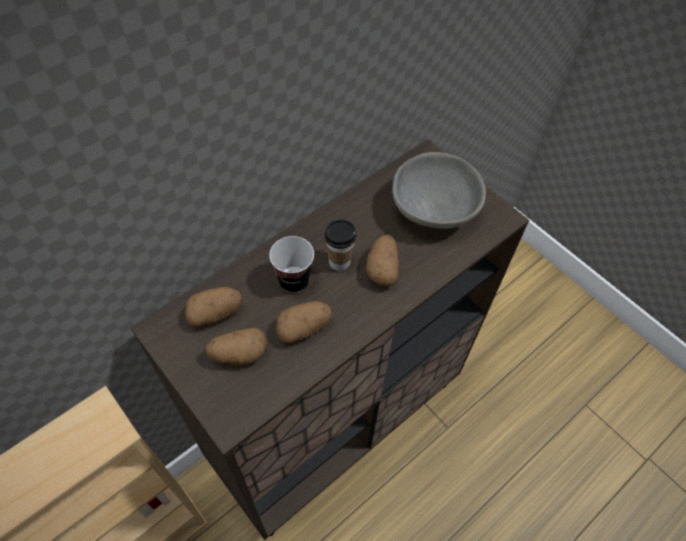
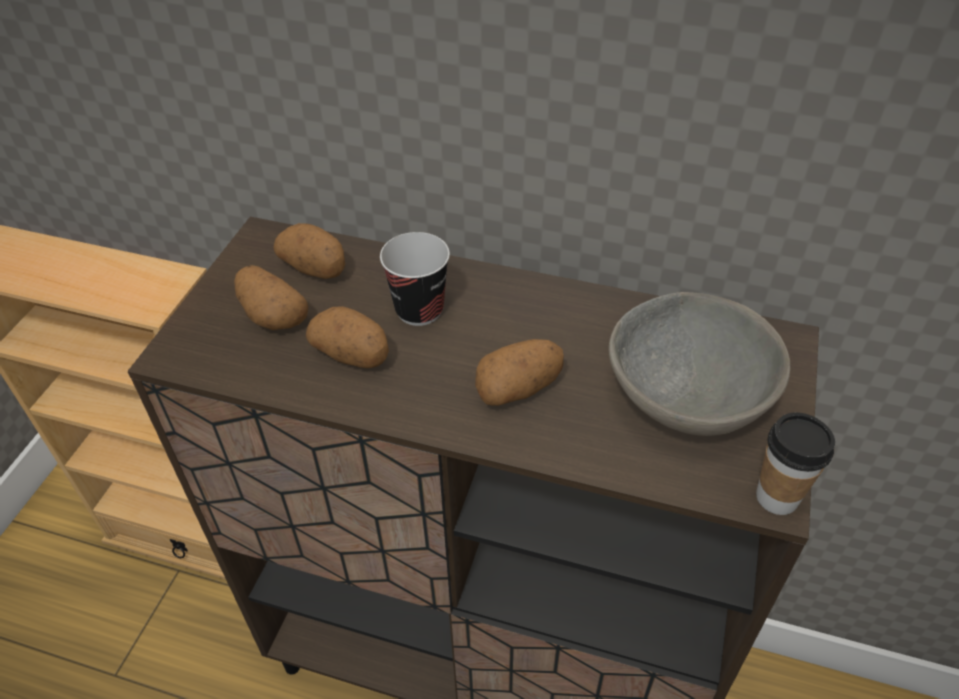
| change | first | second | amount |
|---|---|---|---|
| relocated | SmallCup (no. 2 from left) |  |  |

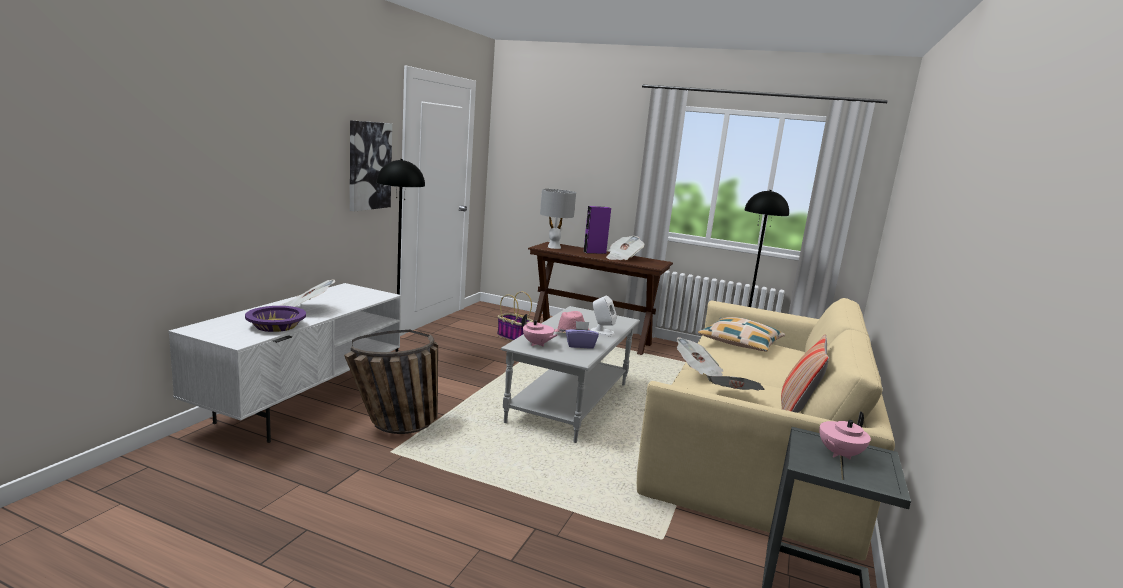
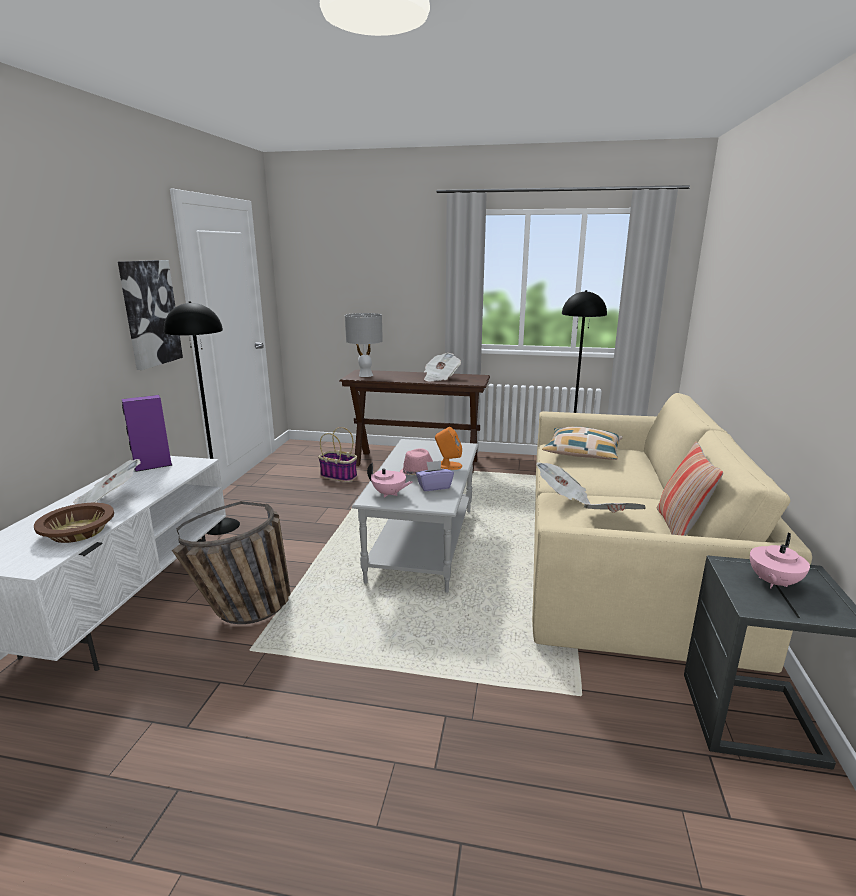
| change | first | second | amount |
|---|---|---|---|
| colour | PurpleColouredBowl | BrownishBowl |  |
| relocated | PurpleColouredAudioSpeaker |  |  |
| colour | WhiteColouredAudioSpeaker | OrangeAudioSpeaker |  |

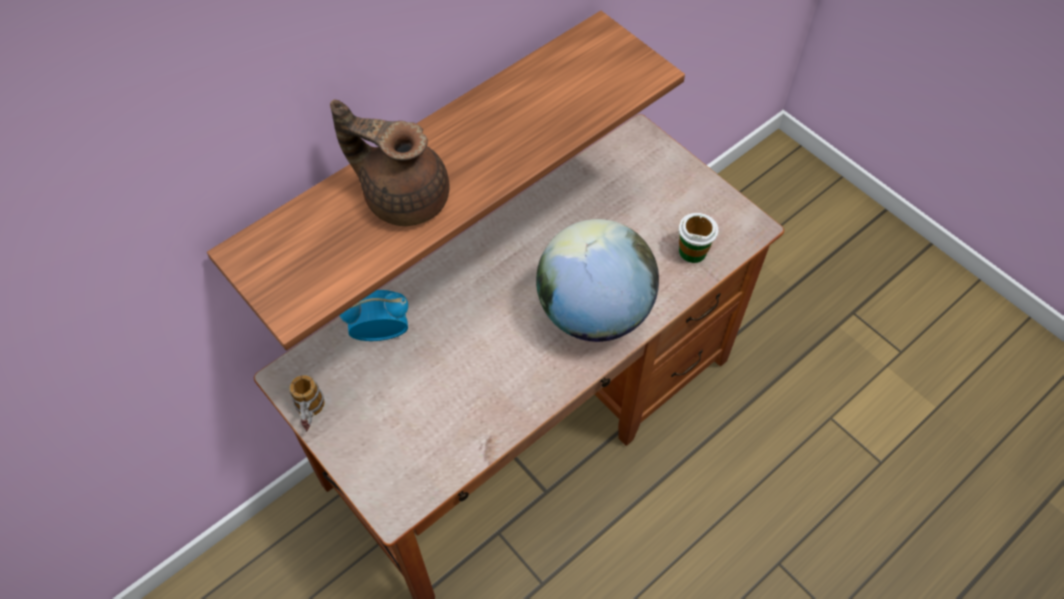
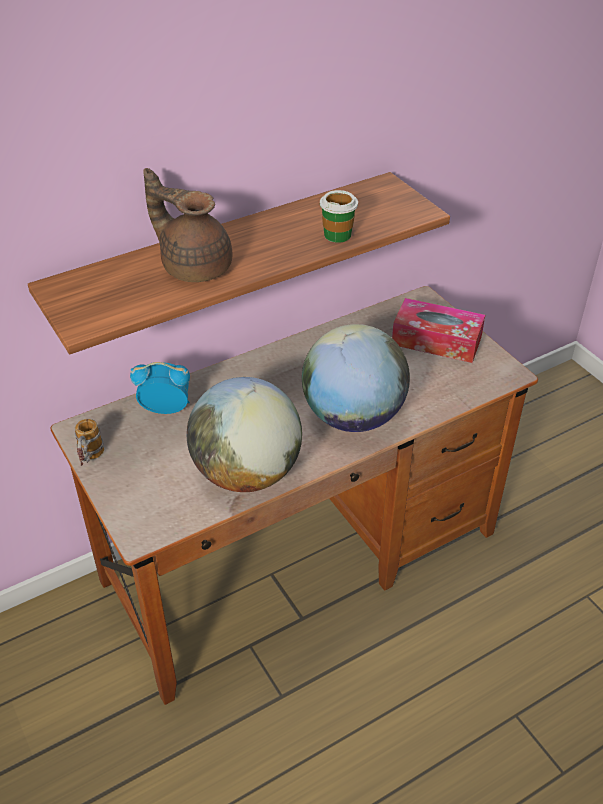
| change | first | second | amount |
|---|---|---|---|
| relocated | SmallCup |  |  |
| appeared |  | Globe (no. 1 from left) |  |
| appeared |  | BoxOfTissues |  |

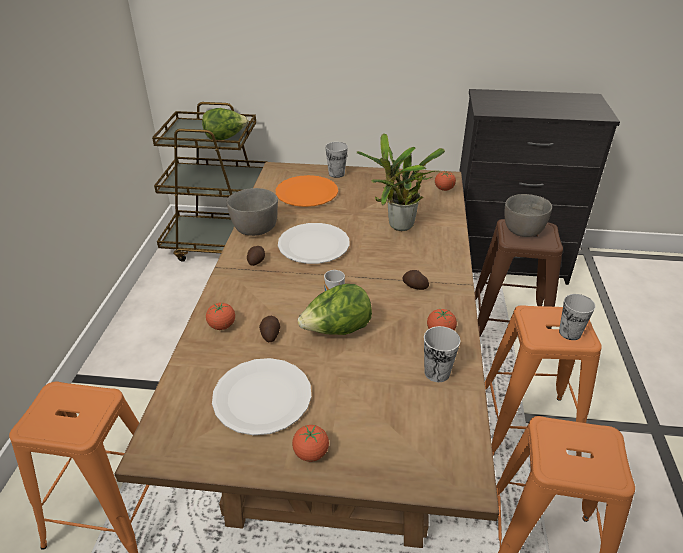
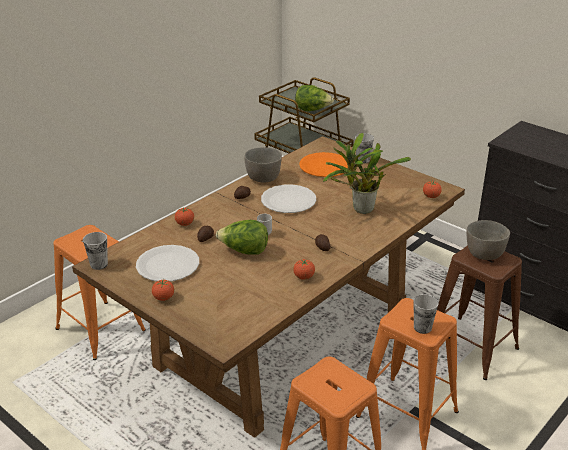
| change | first | second | amount |
|---|---|---|---|
| relocated | SmallCup (no. 2 from left in the first image) | SmallCup (no. 1 from left) |  |

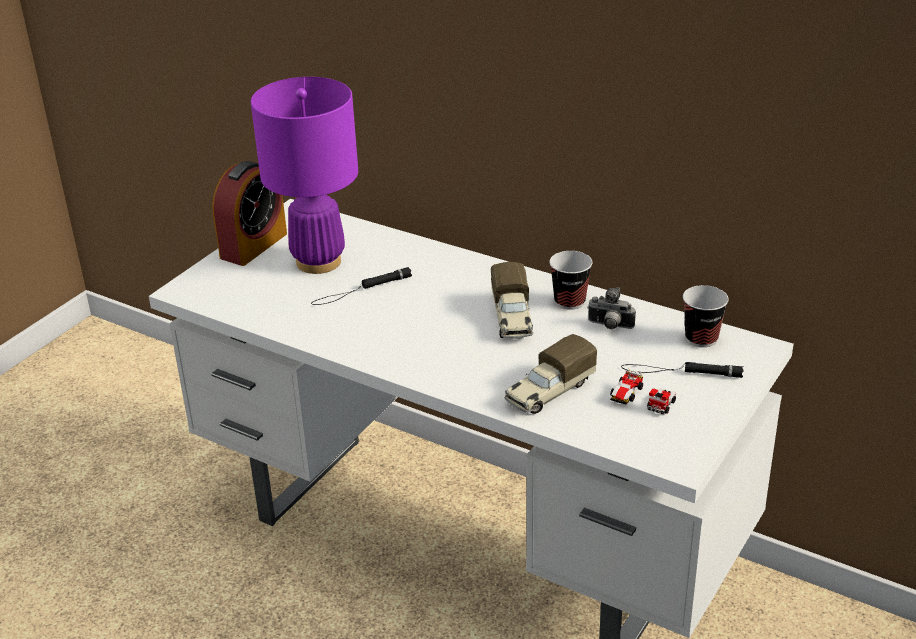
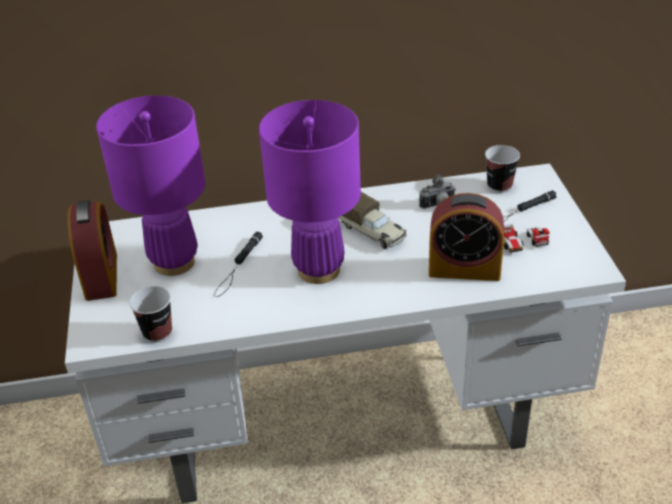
| change | first | second | amount |
|---|---|---|---|
| exchanged | ToyTruck (no. 2 from left) | TableClock (no. 2 from left) |  |
| relocated | SmallCup (no. 1 from left) |  |  |
| appeared |  | PurpleColouredLampForATable (no. 2 from left) |  |

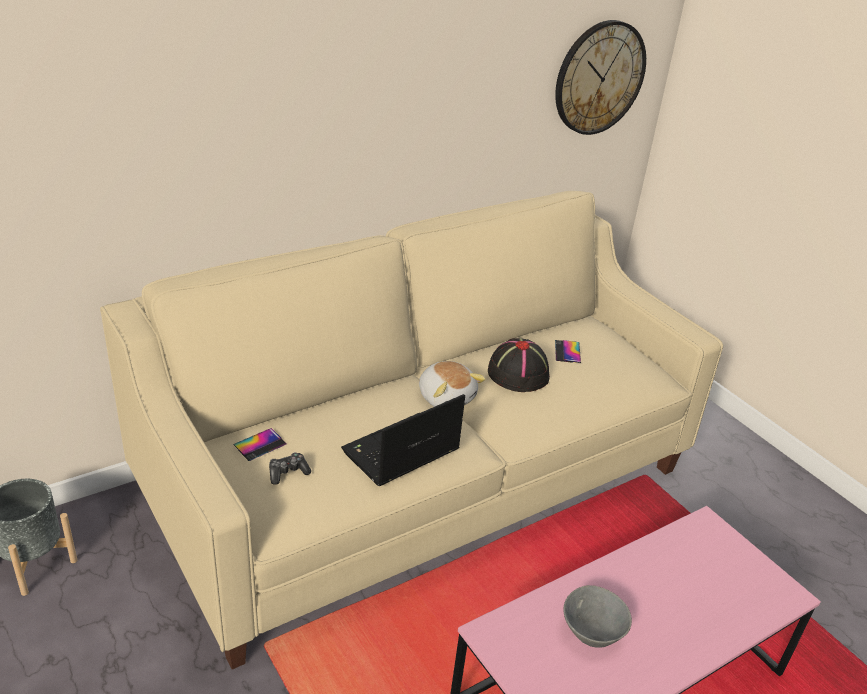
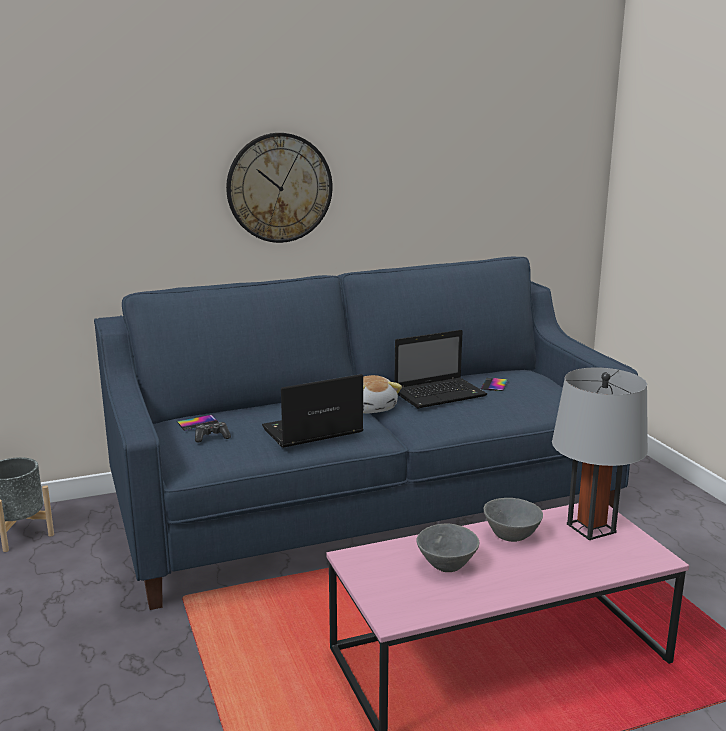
| change | first | second | amount |
|---|---|---|---|
| colour | BeigeSettee | BluishSettee |  |
| exchanged | BlackHat | PortableComputer (no. 2 from left) |  |
| relocated | ClockOnTheWall |  |  |
| appeared |  | GrayBowl (no. 2 from left) |  |
| appeared |  | GrayLampForATable |  |

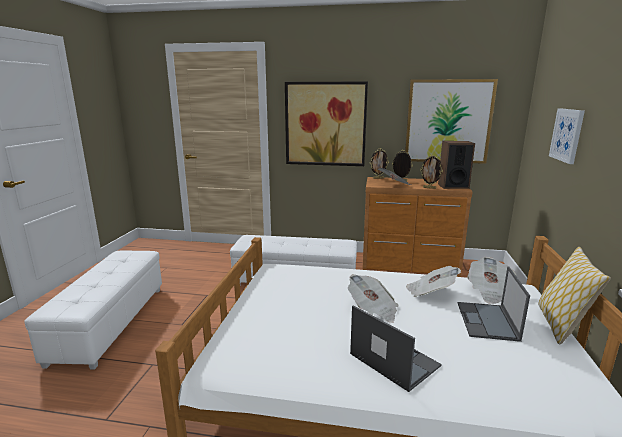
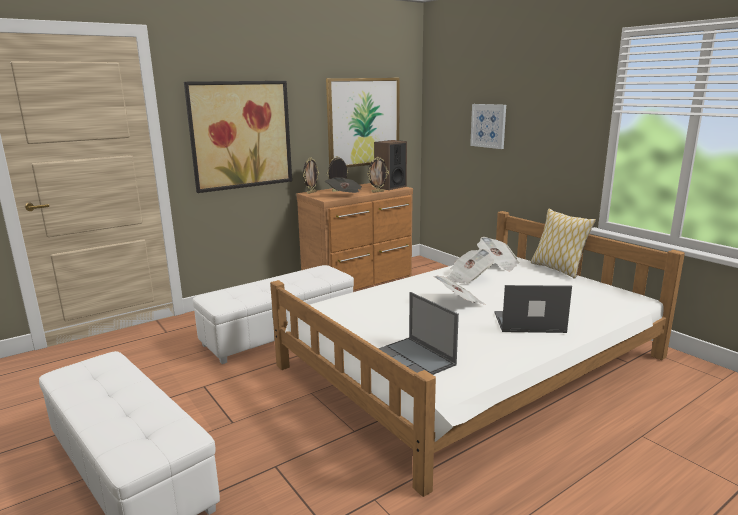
| change | first | second | amount |
|---|---|---|---|
| relocated | PortableComputer (no. 2 from left in the first image) | PortableComputer (no. 1 from left) |  |

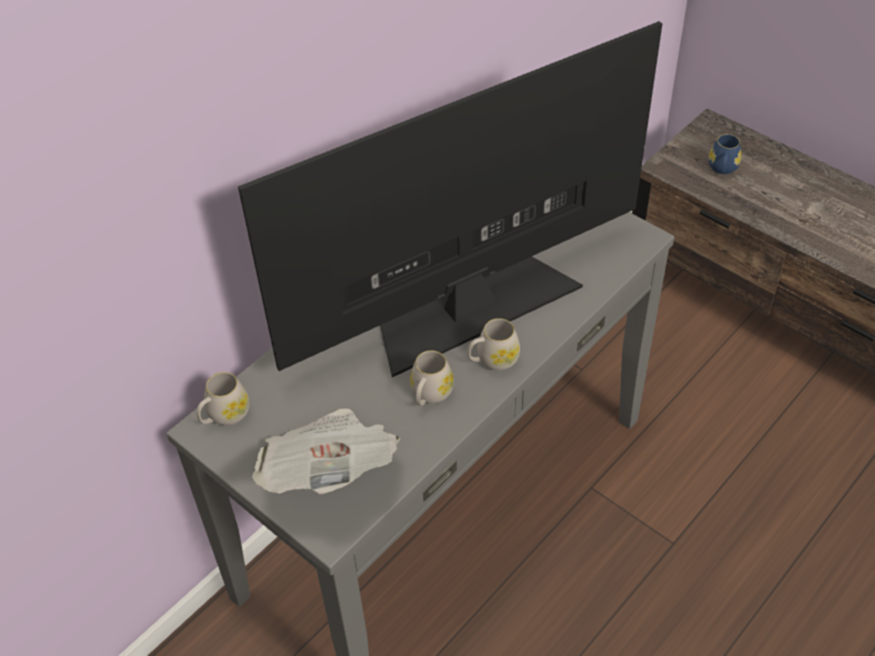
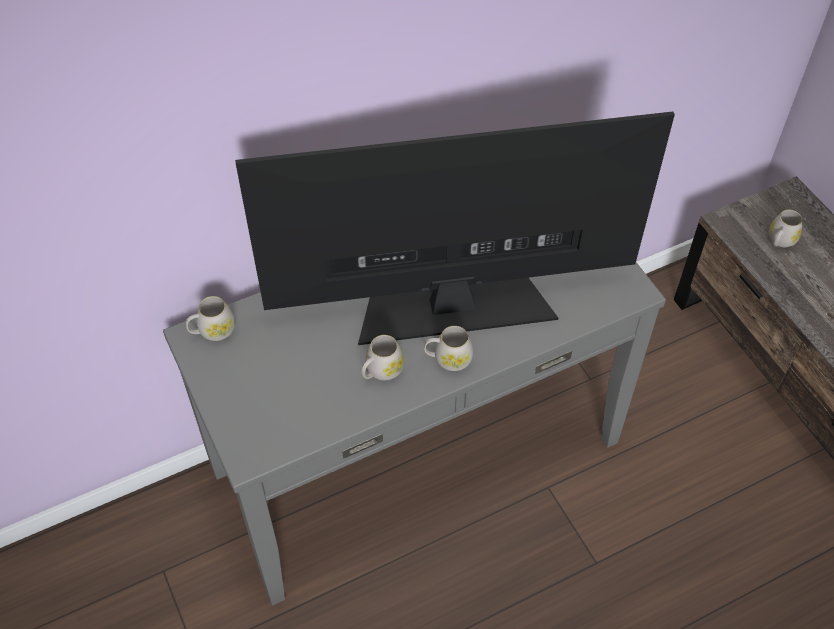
| change | first | second | amount |
|---|---|---|---|
| missing | PrintedPaper |  |  |
| colour | BluishCoffeeMug | WhiteColouredCoffeeMug (no. 4 from left) |  |

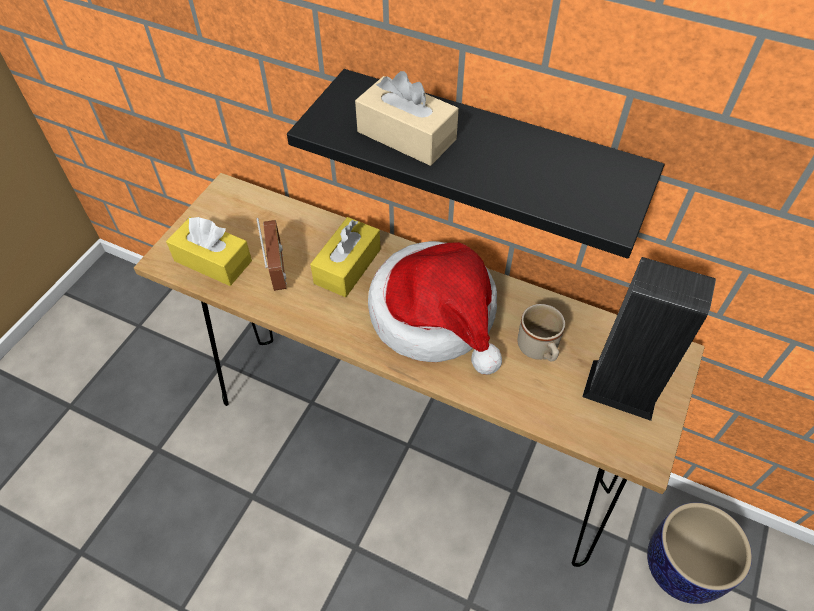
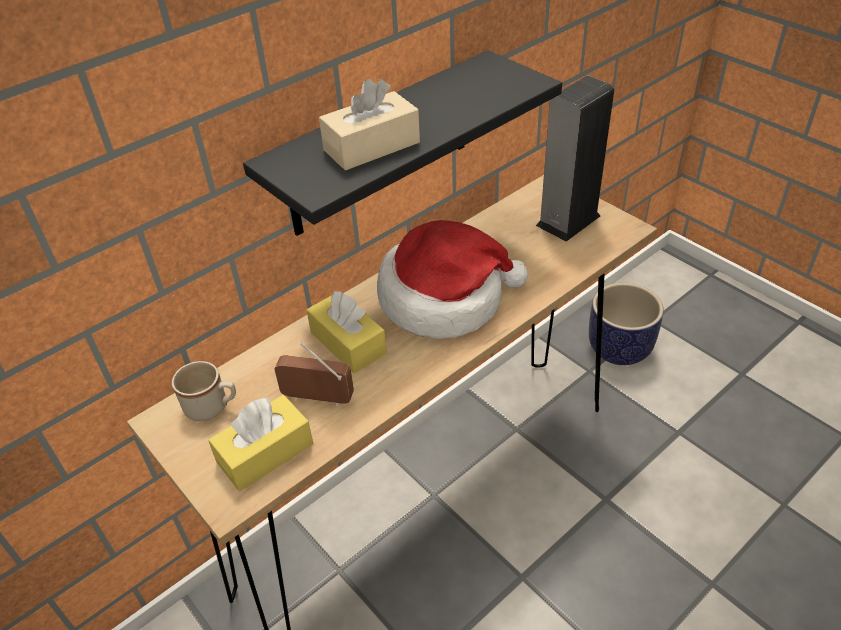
| change | first | second | amount |
|---|---|---|---|
| relocated | BeigeCoffeeMug |  |  |

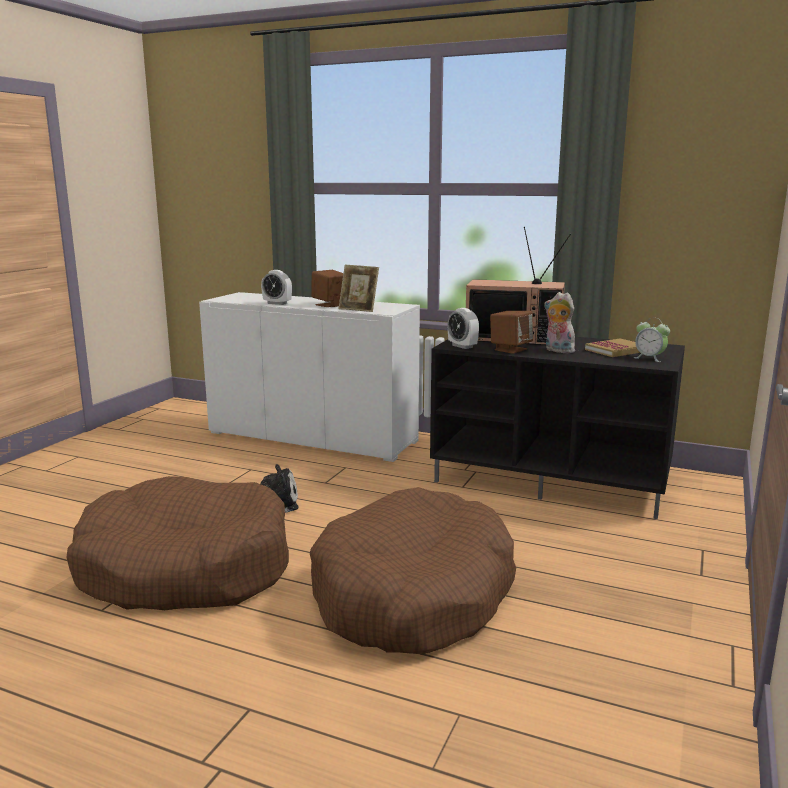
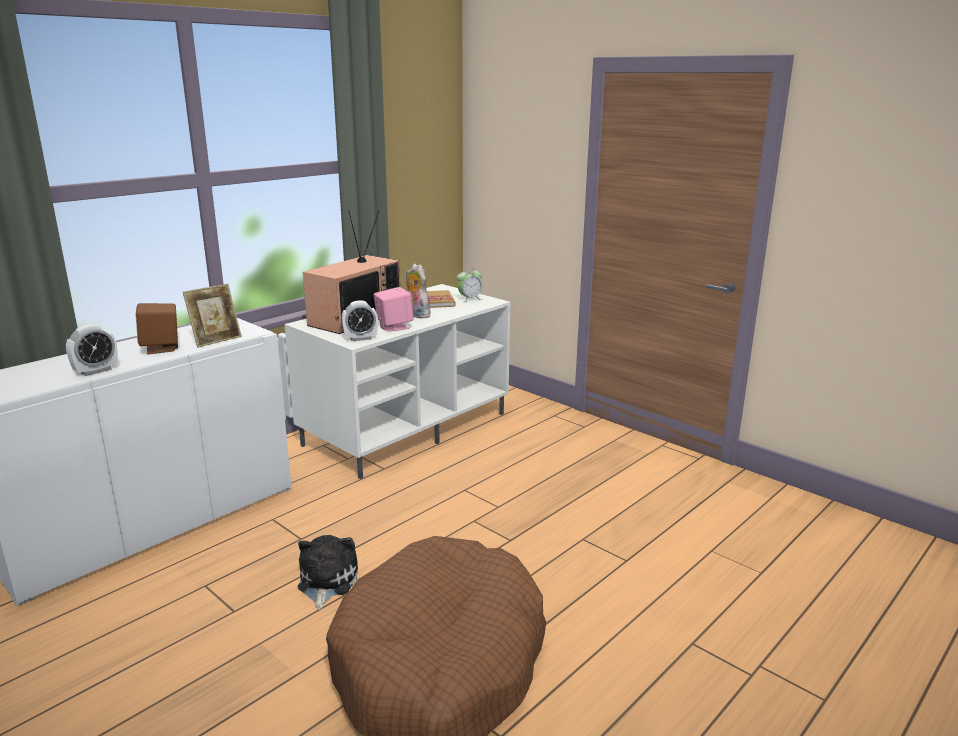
| change | first | second | amount |
|---|---|---|---|
| missing | BrownishPetBed (no. 2 from left) |  |  |
| colour | BlackMediaConsole | WhiteColouredMediaConsole |  |
| colour | BrownishAudioSpeaker (no. 2 from left) | PinkAudioSpeaker |  |
| spun | PlushToy (no. 2 from left) |  | 75 degrees clockwise |

